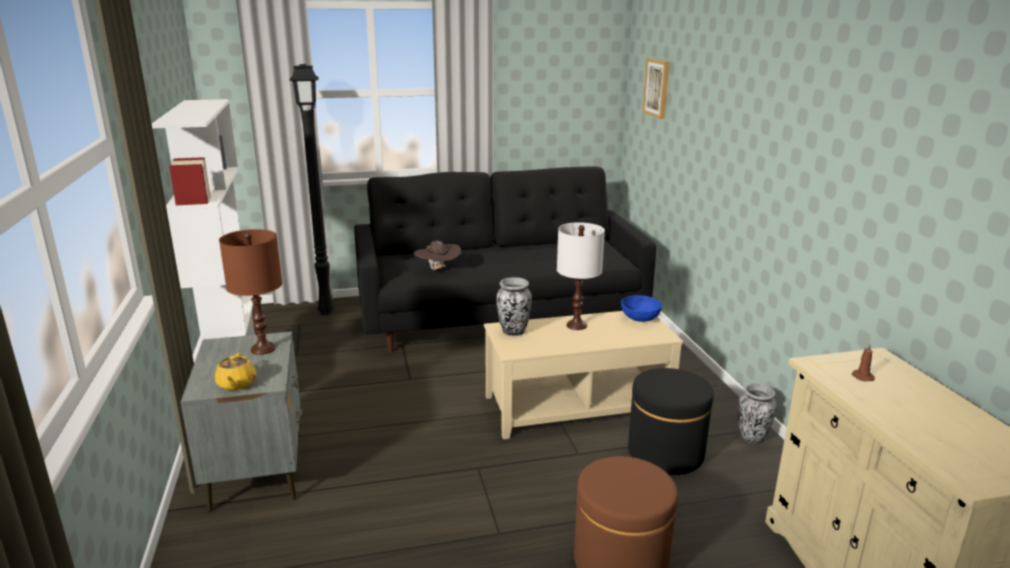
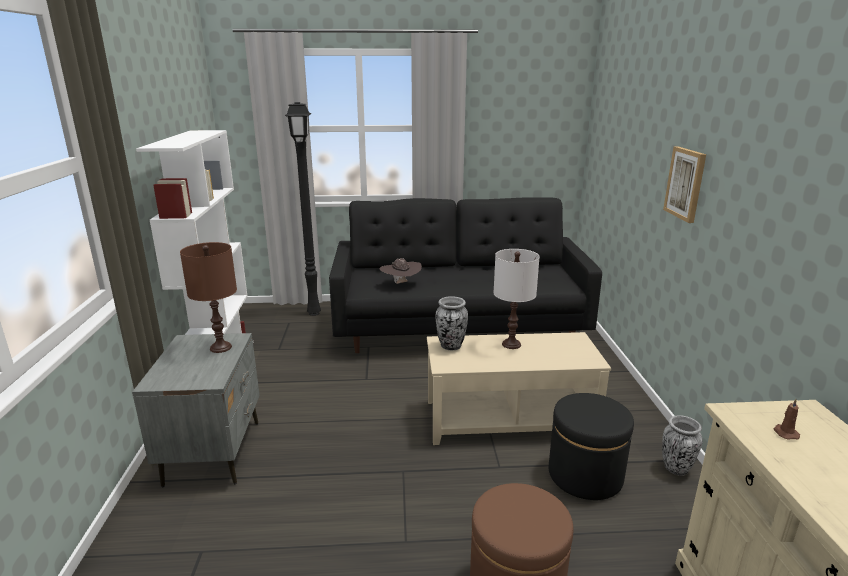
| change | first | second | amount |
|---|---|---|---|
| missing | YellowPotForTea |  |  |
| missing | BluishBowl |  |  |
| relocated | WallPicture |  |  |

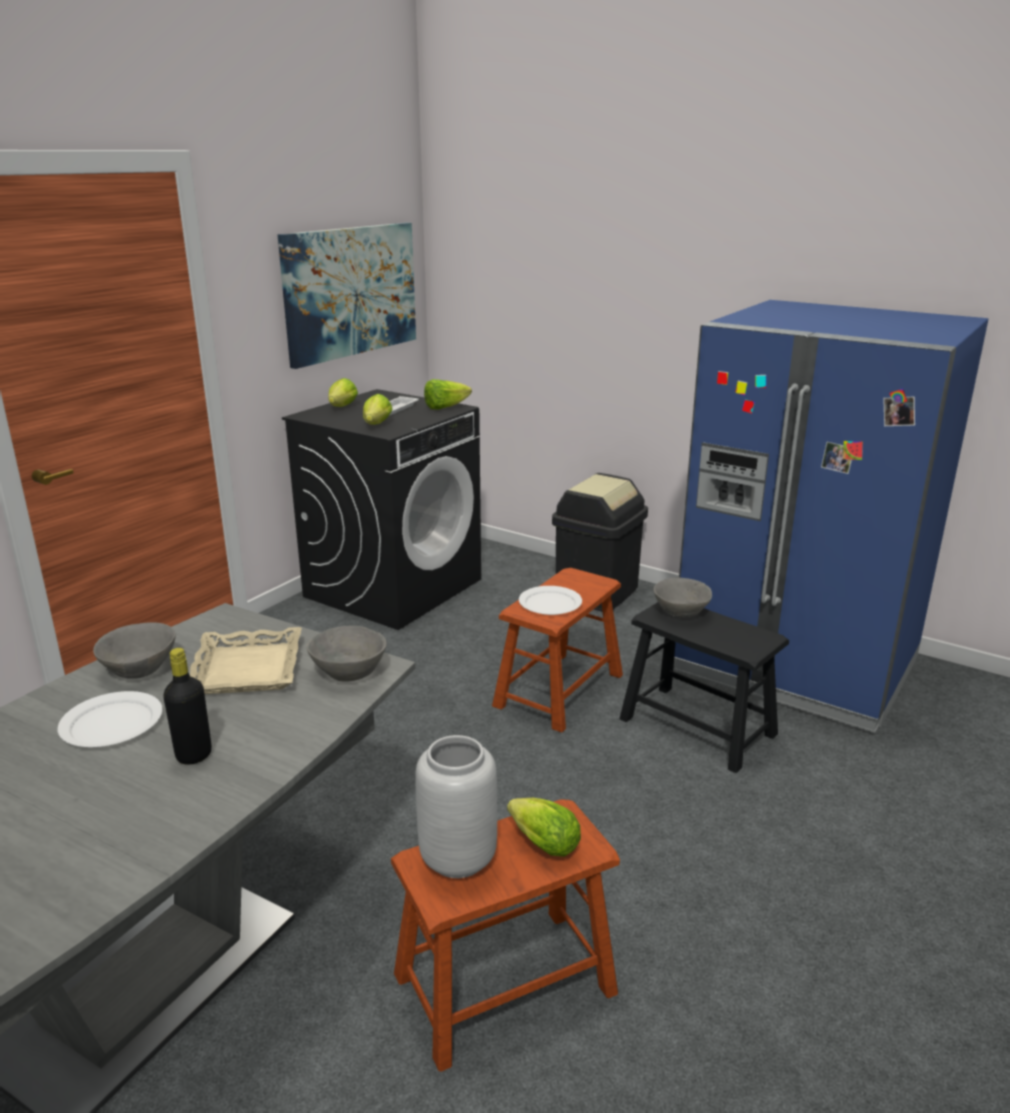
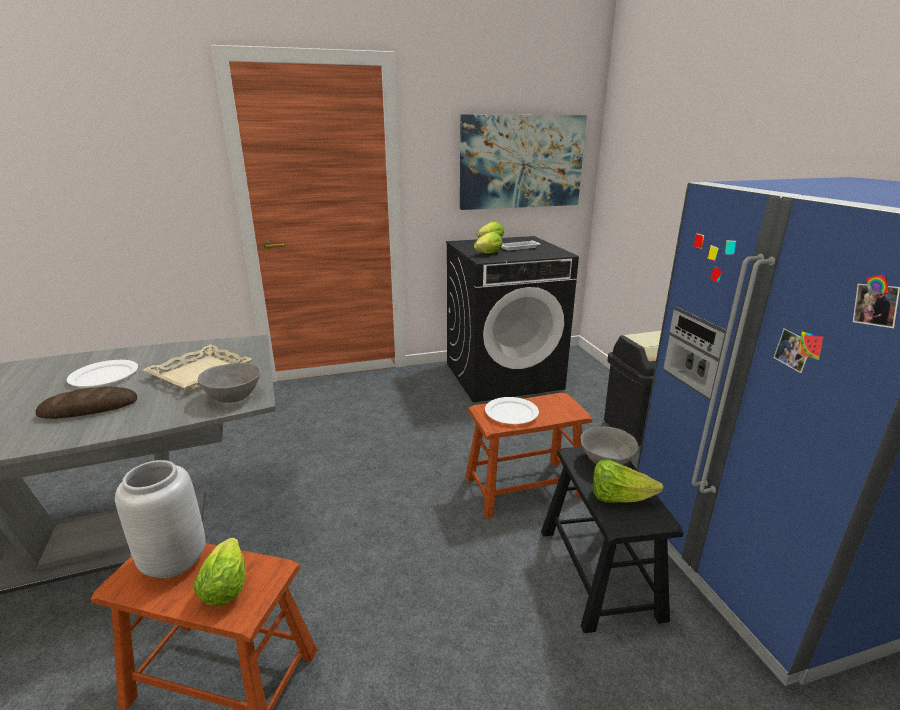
| change | first | second | amount |
|---|---|---|---|
| missing | GrayBowl (no. 1 from left) |  |  |
| exchanged | BlackBeverageBottle | Bread |  |
| relocated | Lettuce (no. 3 from left in the first image) | Lettuce (no. 4 from left) |  |

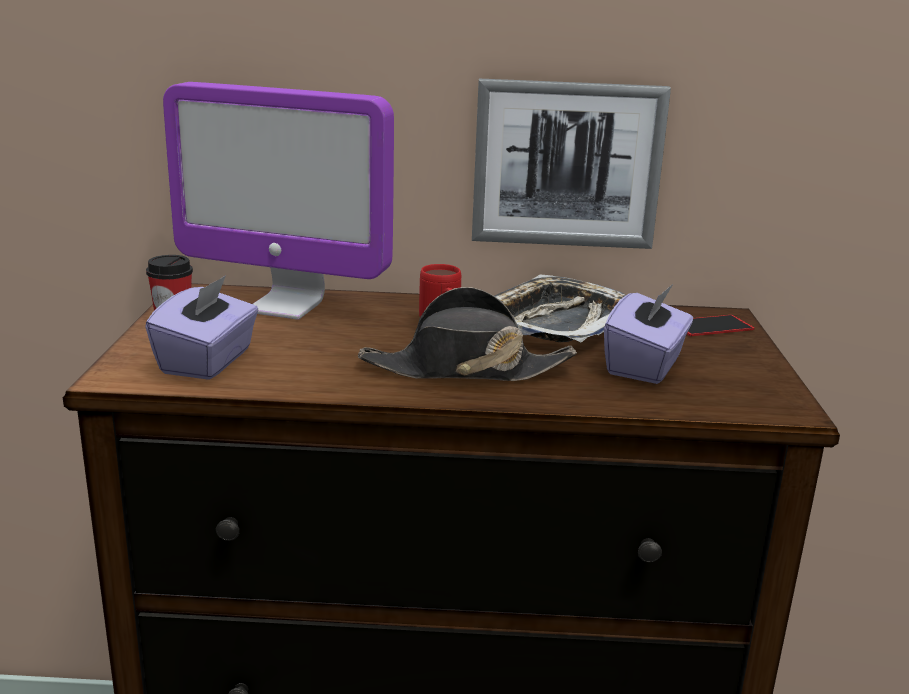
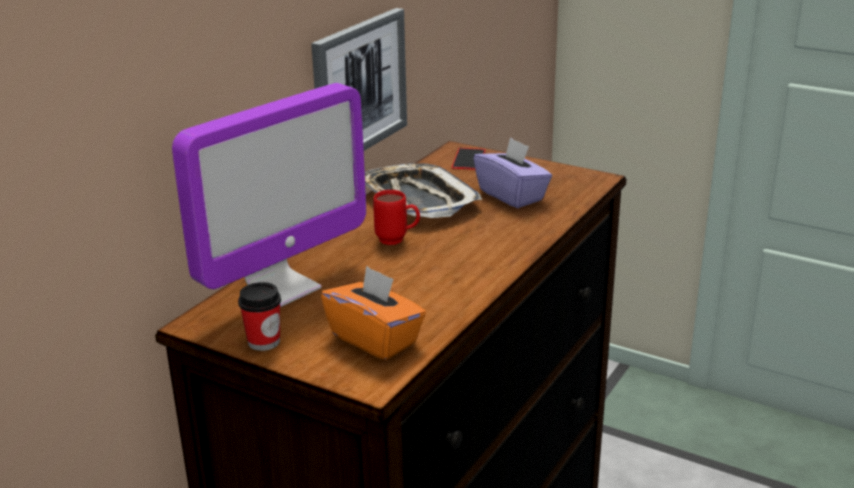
| change | first | second | amount |
|---|---|---|---|
| colour | PurpleColouredBoxOfTissues (no. 1 from left) | OrangeBoxOfTissues |  |
| missing | BlackHat |  |  |

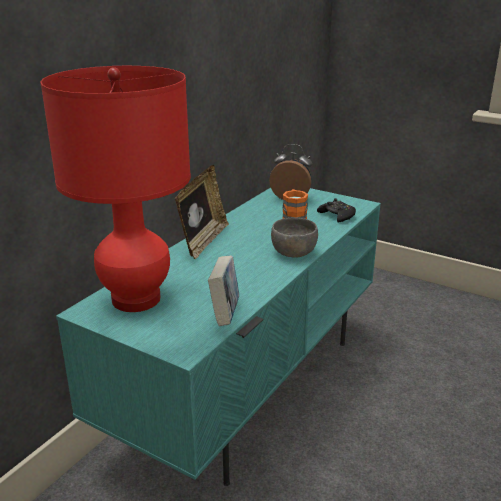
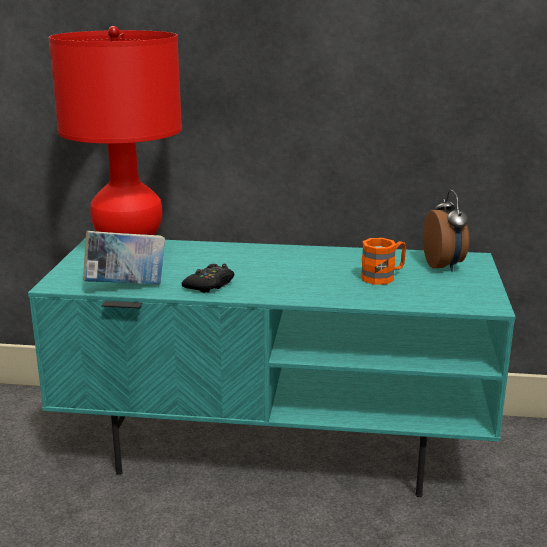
| change | first | second | amount |
|---|---|---|---|
| missing | PictureFrame |  |  |
| missing | GrayBowl |  |  |
| relocated | BlackGameController |  |  |

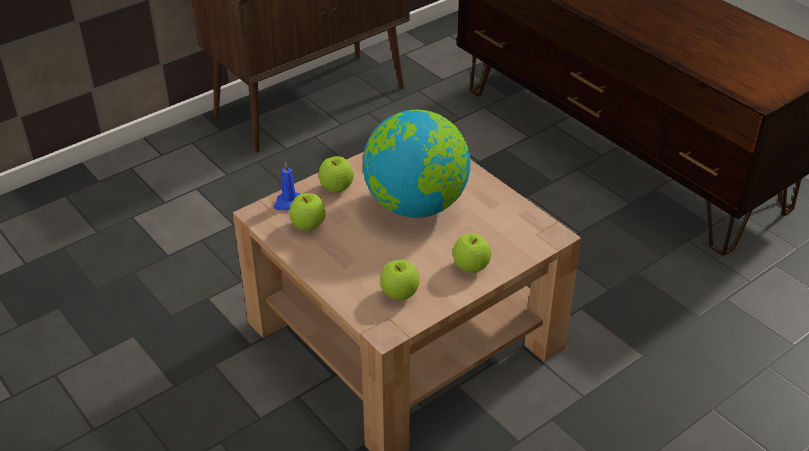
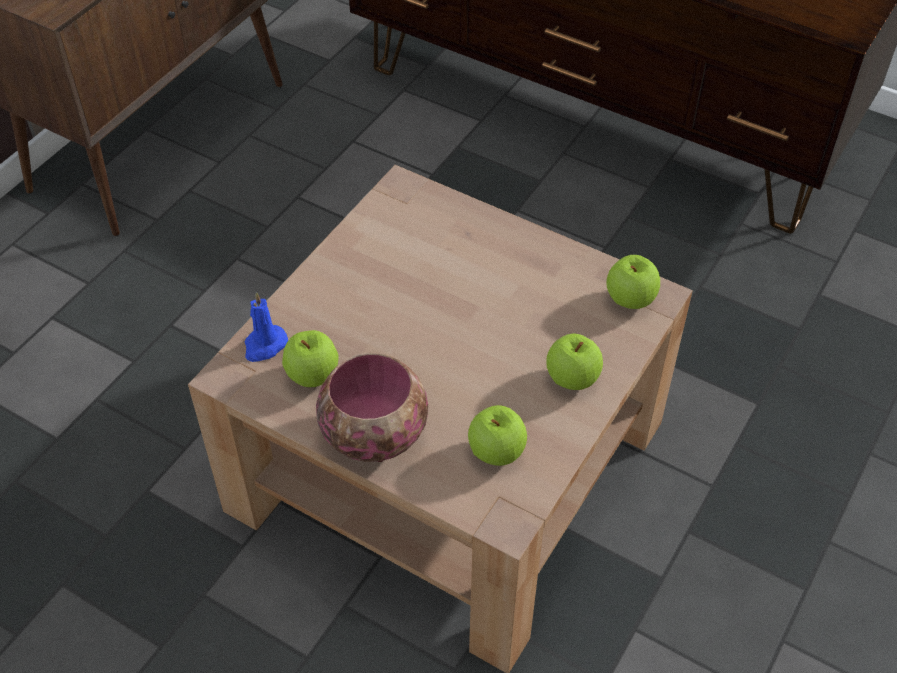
| change | first | second | amount |
|---|---|---|---|
| relocated | WholeApple (no. 2 from left in the first image) | WholeApple (no. 4 from left) |  |
| missing | Globe |  |  |
| appeared |  | Bowl |  |

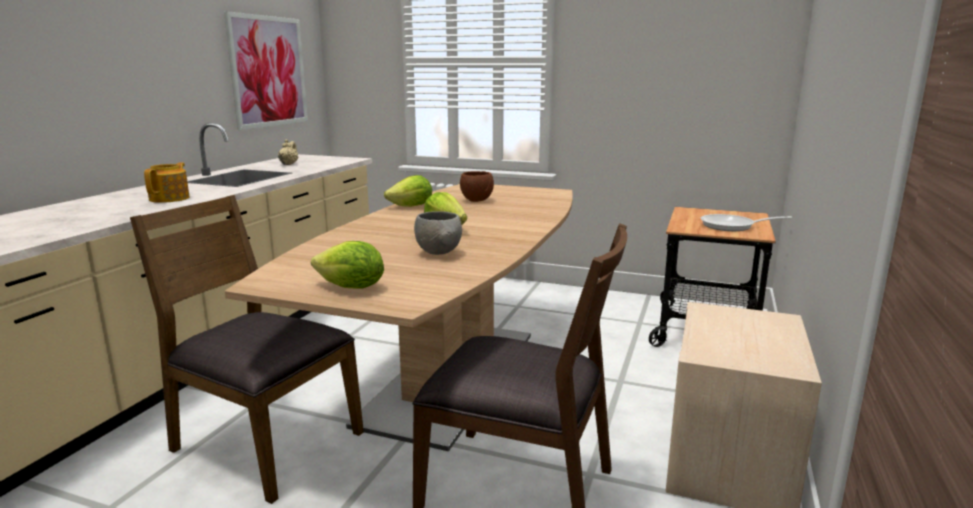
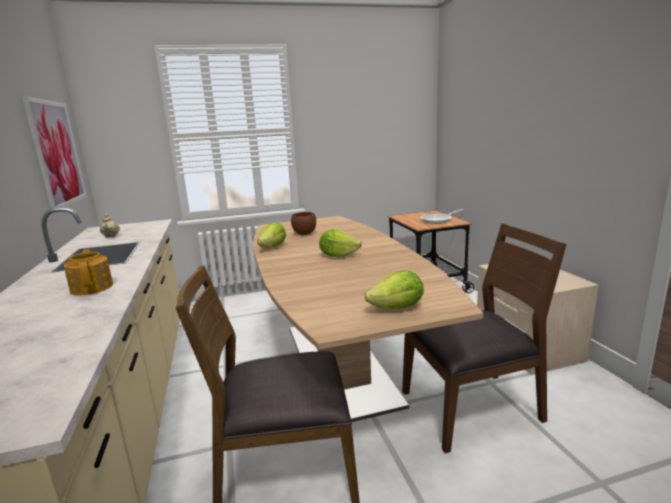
| change | first | second | amount |
|---|---|---|---|
| missing | GrayBowl |  |  |

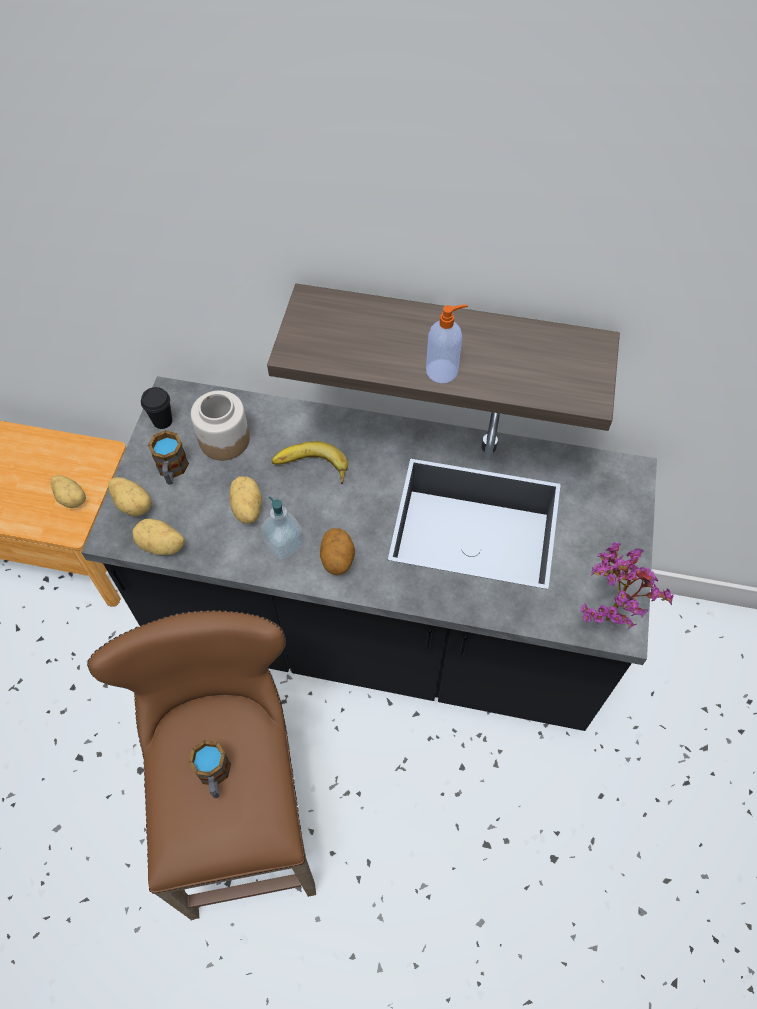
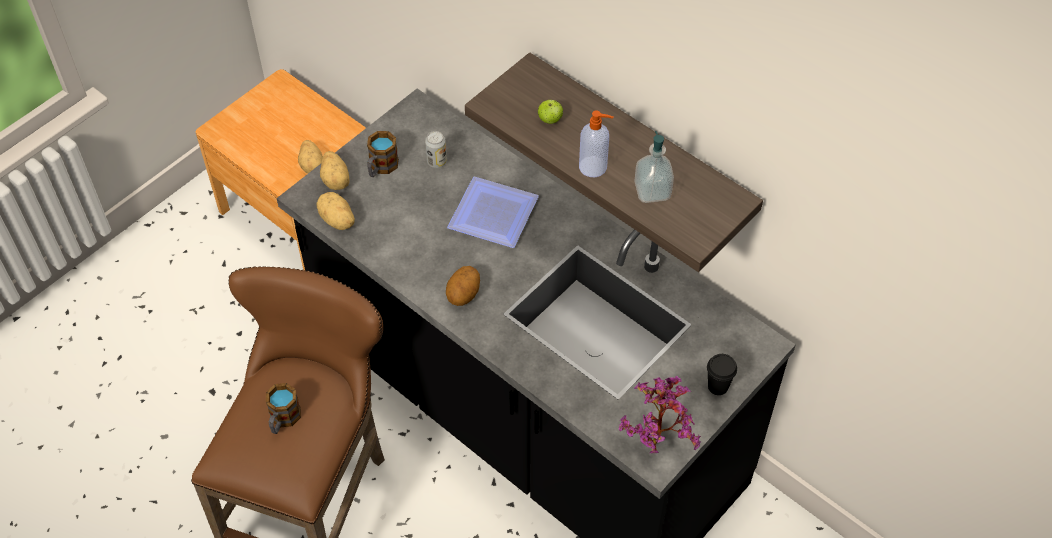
| change | first | second | amount |
|---|---|---|---|
| relocated | BlackSmallCup |  |  |
| exchanged | StorageJar | Can |  |
| missing | Spud (no. 4 from left) |  |  |
| relocated | SoapDispenser (no. 1 from left in the first image) | SoapDispenser (no. 2 from left) |  |
| exchanged | BananaFruit | FlatDish |  |
| appeared |  | WholeApple |  |

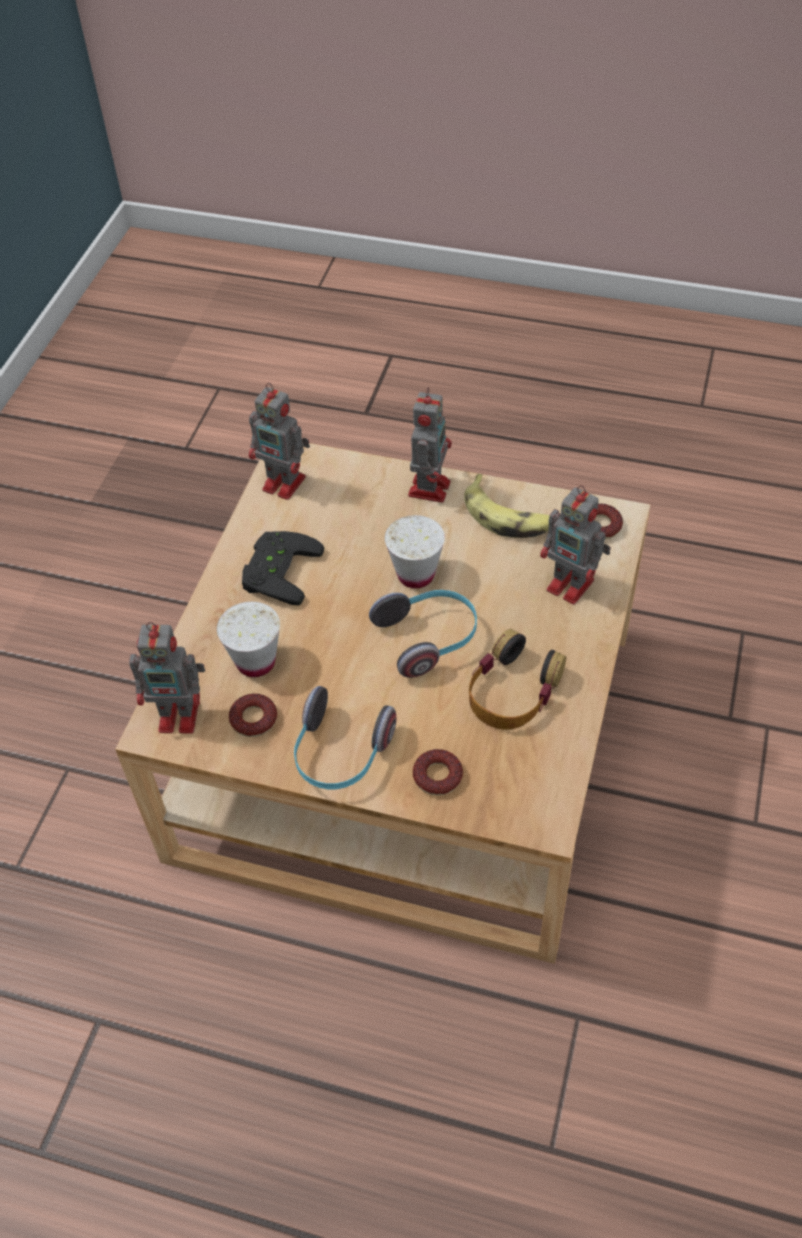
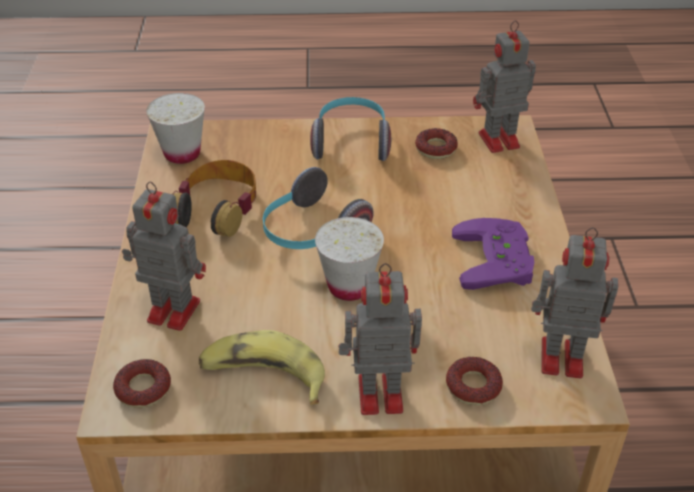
| change | first | second | amount |
|---|---|---|---|
| relocated | WhiteColouredSmallCup (no. 1 from left) |  |  |
| colour | BlackGameController | PurpleColouredGameController |  |
| spun | RobotFigure (no. 3 from left in the first image) | RobotFigure (no. 2 from left) | 90 degrees clockwise |
| relocated | Donut (no. 2 from left in the first image) | Donut (no. 3 from left) |  |

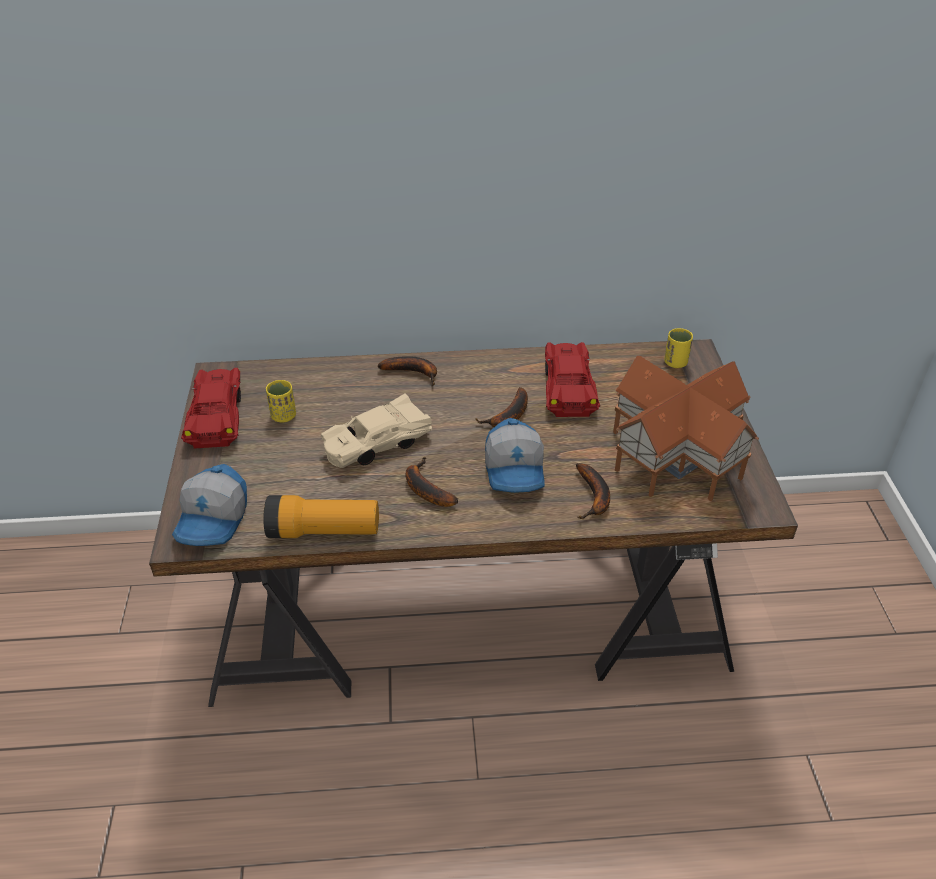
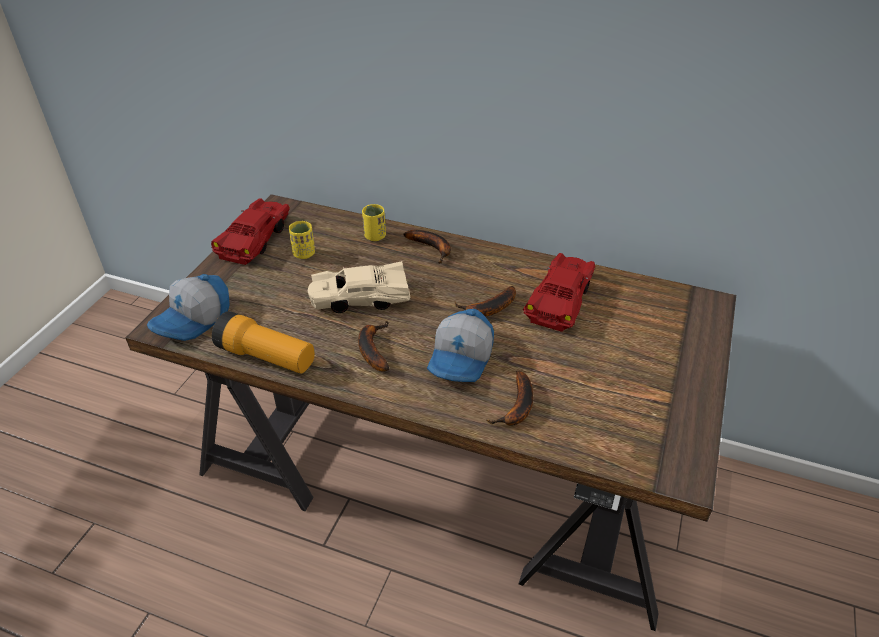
| change | first | second | amount |
|---|---|---|---|
| missing | MiniatureHouse |  |  |
| relocated | YellowSmallCup (no. 2 from left) |  |  |

